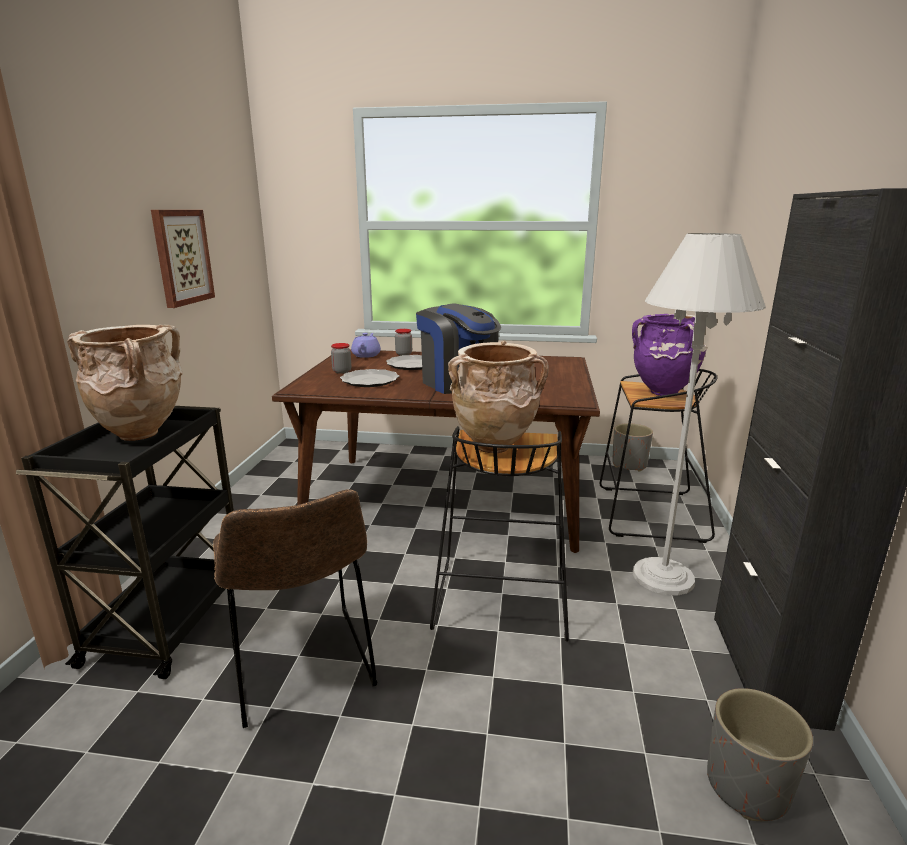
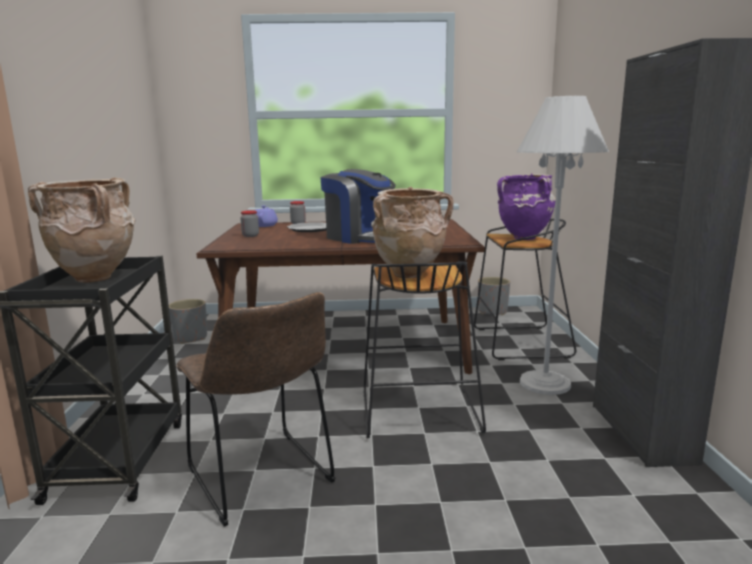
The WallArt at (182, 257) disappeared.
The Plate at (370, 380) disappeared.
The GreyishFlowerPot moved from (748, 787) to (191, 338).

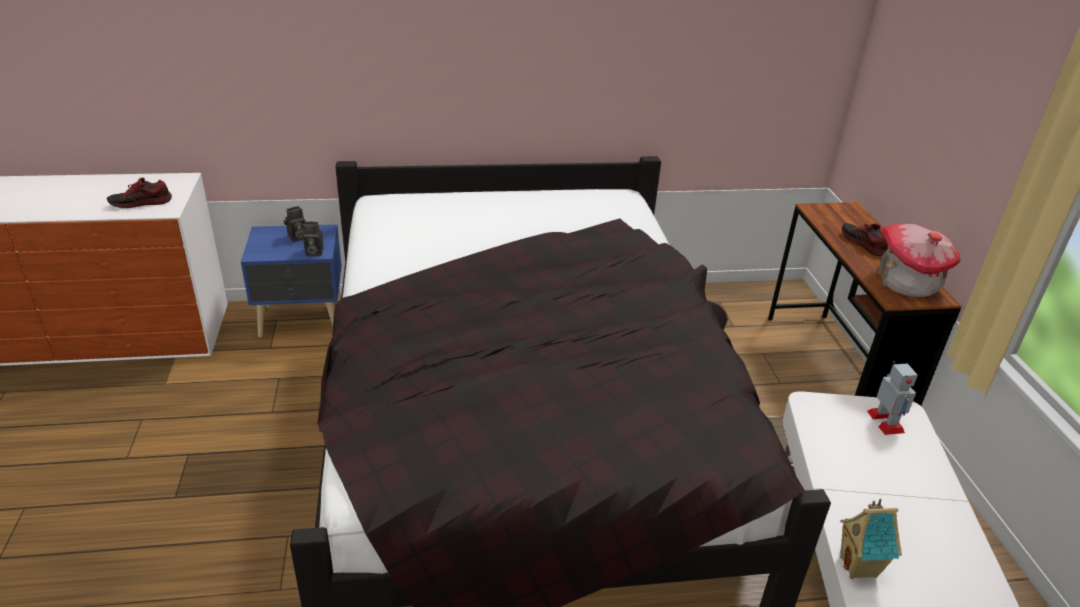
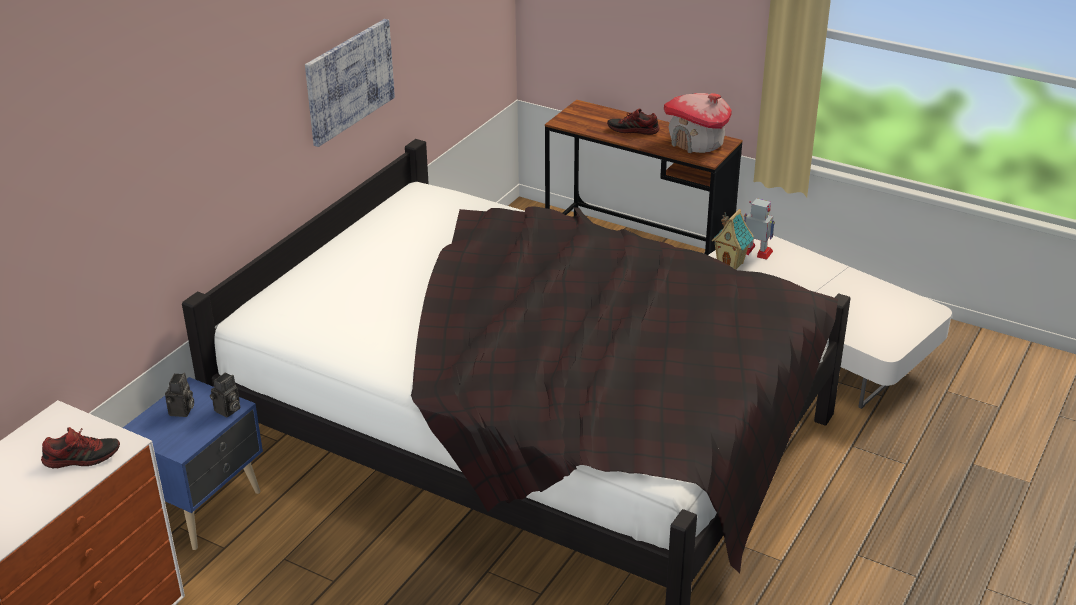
The WallArt at (349, 81) appeared.
The ToyHouse moved from (859, 567) to (731, 264).
The LowShoe at (141, 203) turned 120 degrees counterclockwise.

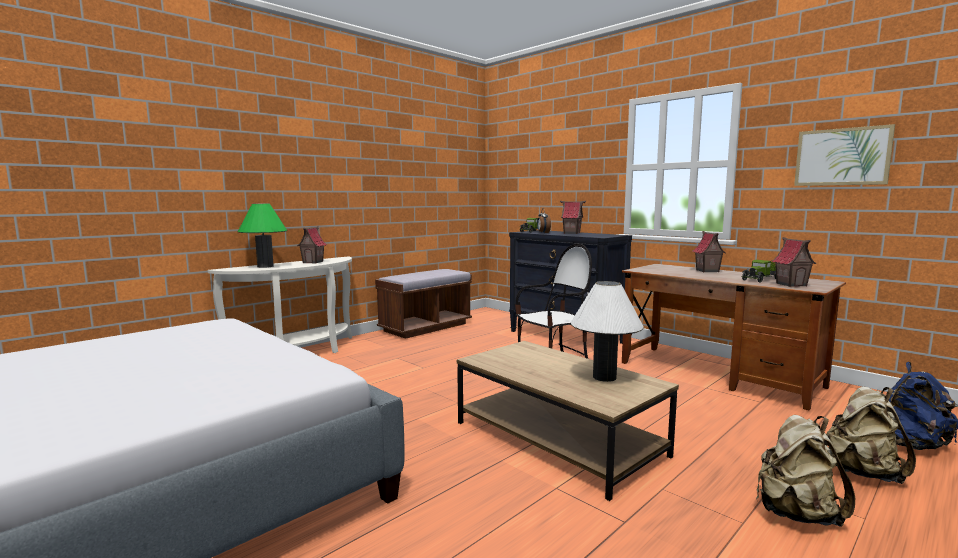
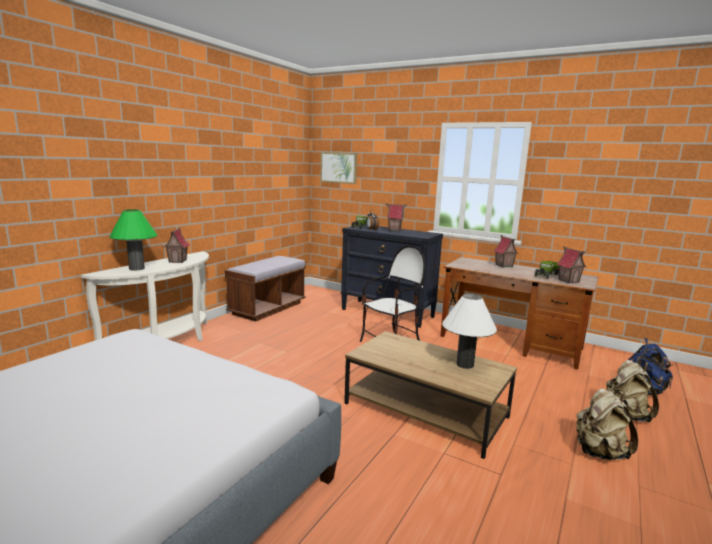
The WallArt moved from (842, 157) to (338, 167).

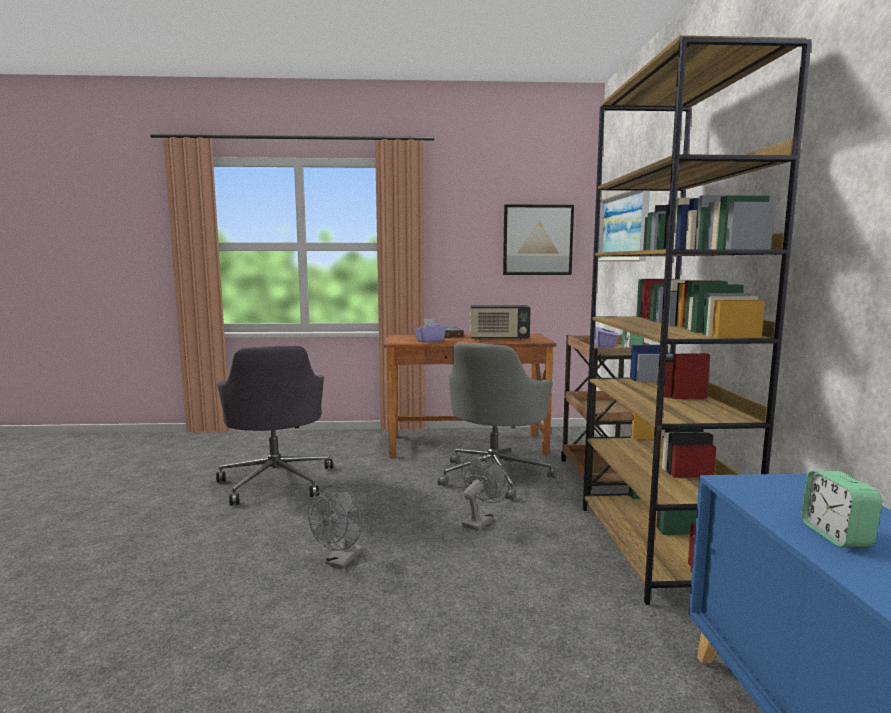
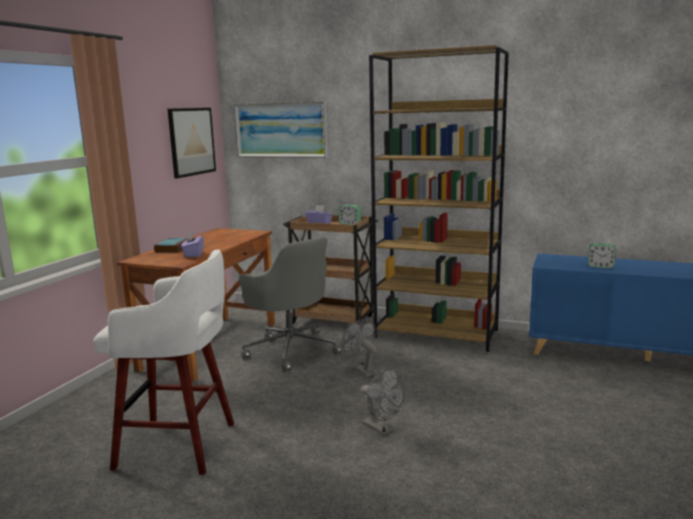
The Radio at (499, 339) disappeared.
The GreyishOfficeChair at (276, 481) was replaced by the WhiteStool at (180, 446).

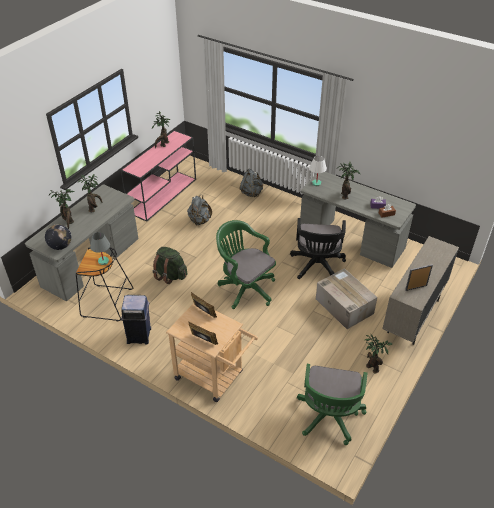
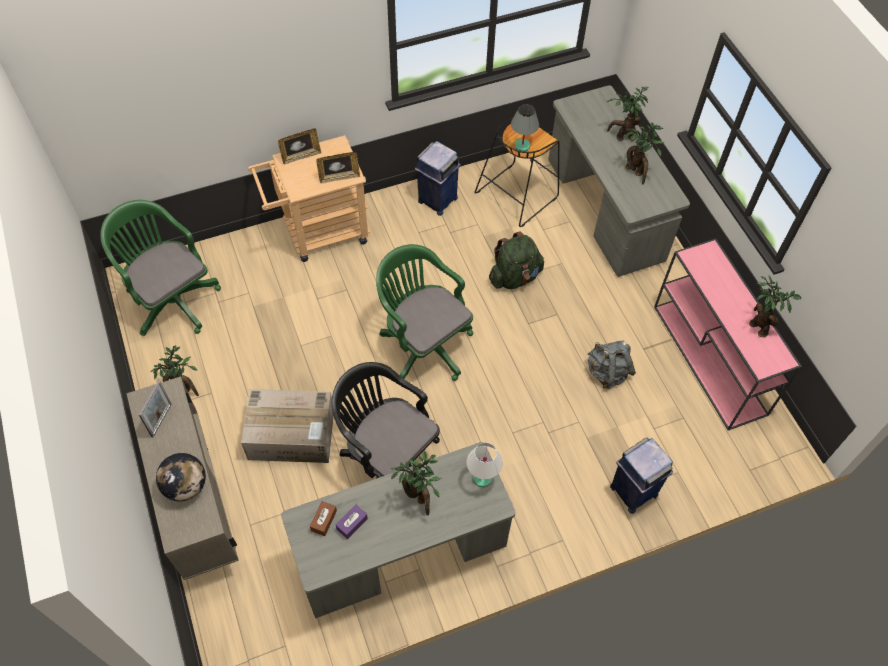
The WorldGlobe moved from (60, 246) to (186, 486).
The GreyishKnapsack at (251, 192) was replaced by the BlueColouredRubbishBin at (632, 491).
The GreenColouredOfficeChair at (245, 288) turned 120 degrees counterclockwise.

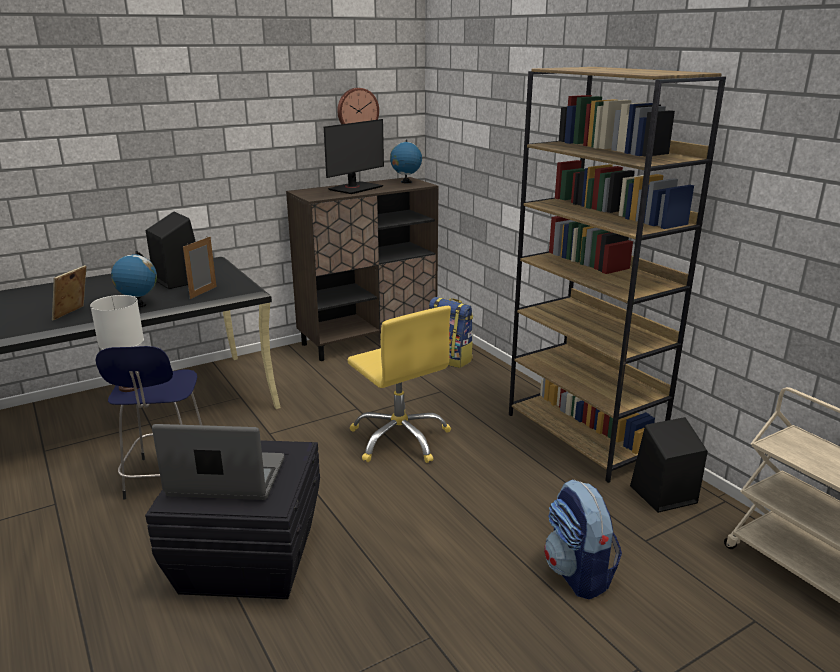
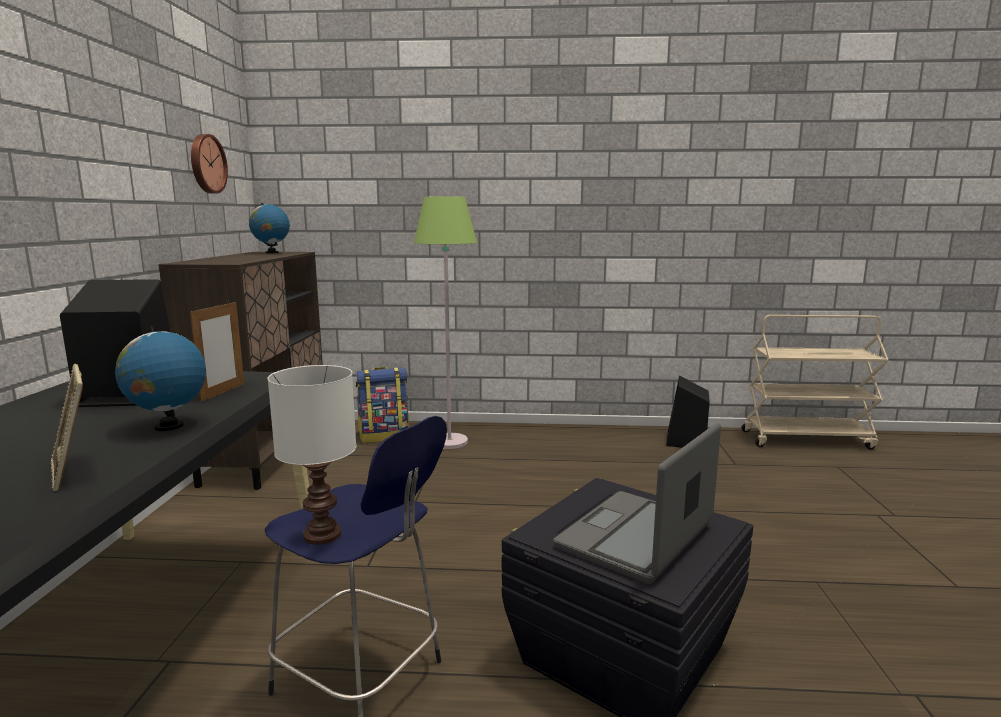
The ComputerScreen at (355, 188) disappeared.
The YellowOfficeChair at (400, 438) disappeared.
The BrownishShelvingUnit at (583, 436) disappeared.
The Knapsack at (578, 574) disappeared.
The GreenColouredStandingLamp at (449, 442) appeared.
The StandingFrame at (203, 292) turned 135 degrees counterclockwise.

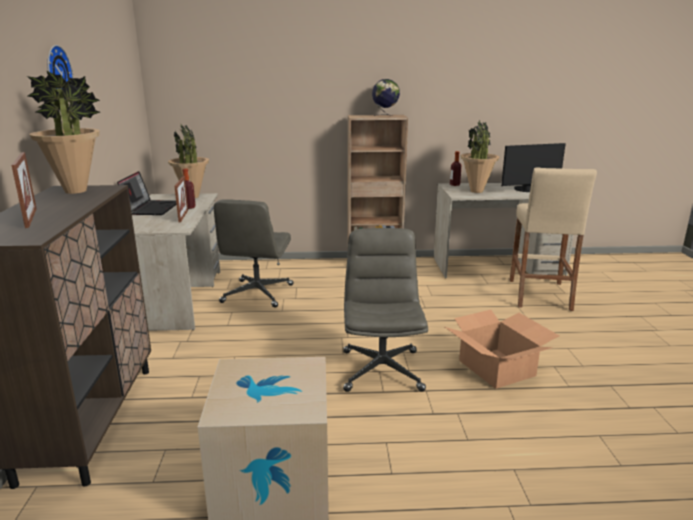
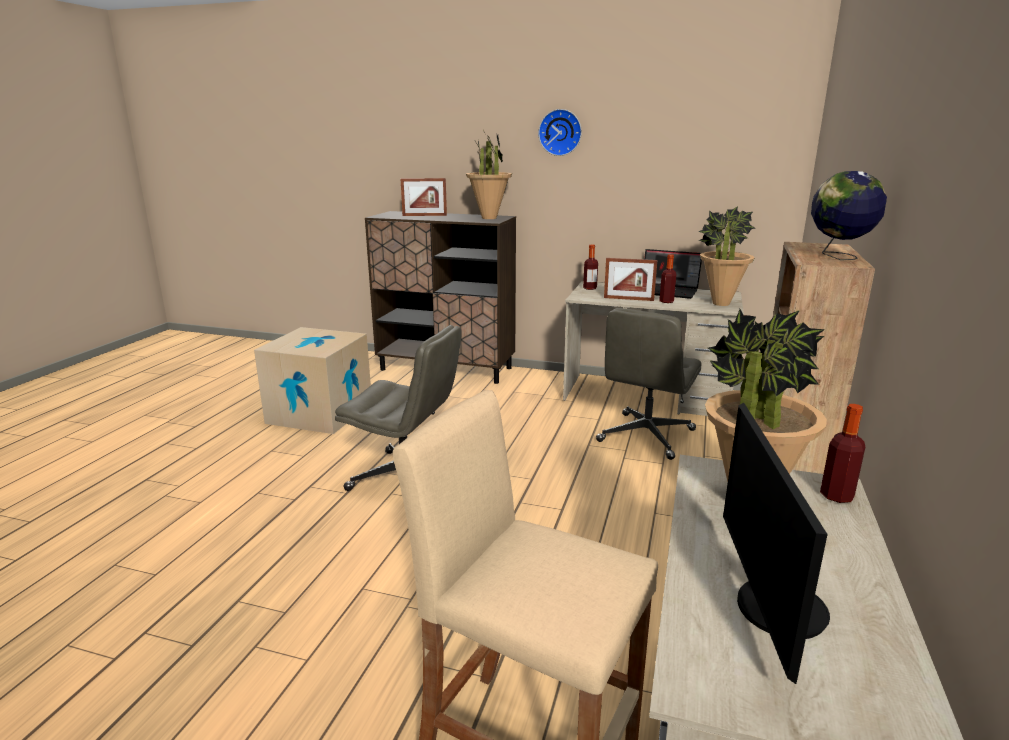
The PackingBox at (497, 368) disappeared.
The DrinkBottle at (590, 288) appeared.
The GreyishOfficeChair at (257, 294) turned 90 degrees counterclockwise.

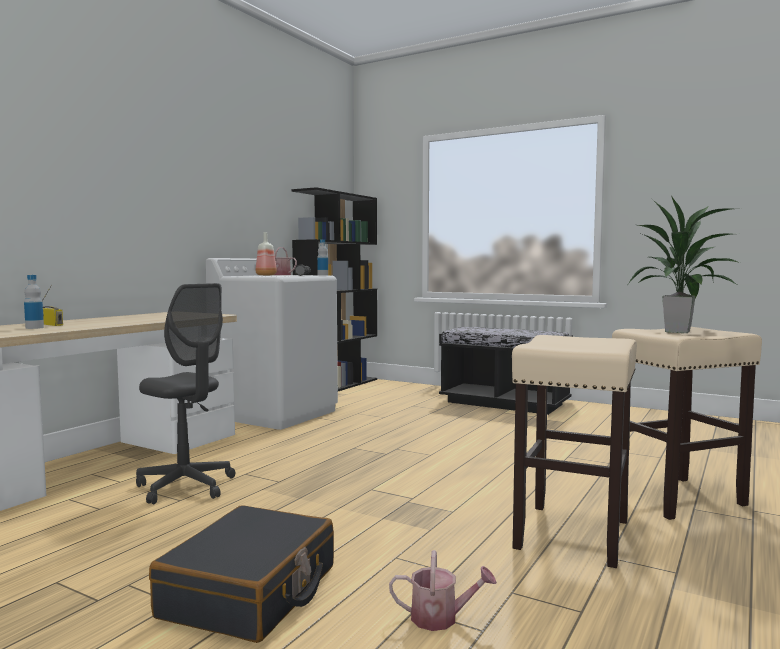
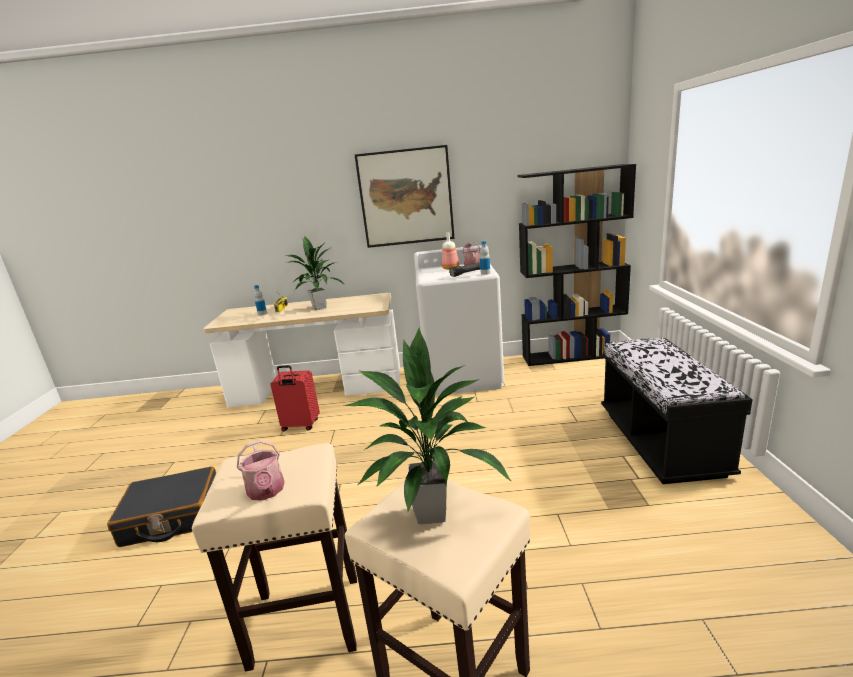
The Houseplant at (319, 308) appeared.
The WallArt at (406, 197) appeared.
The SprinklingCan moved from (441, 618) to (266, 492).
The GreyishOfficeChair at (186, 487) was replaced by the RedColouredPieceOfLuggage at (300, 426).

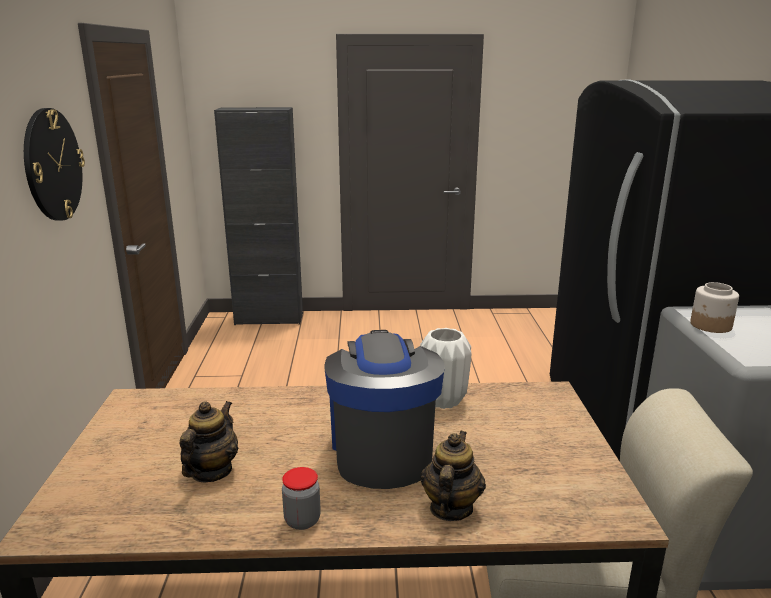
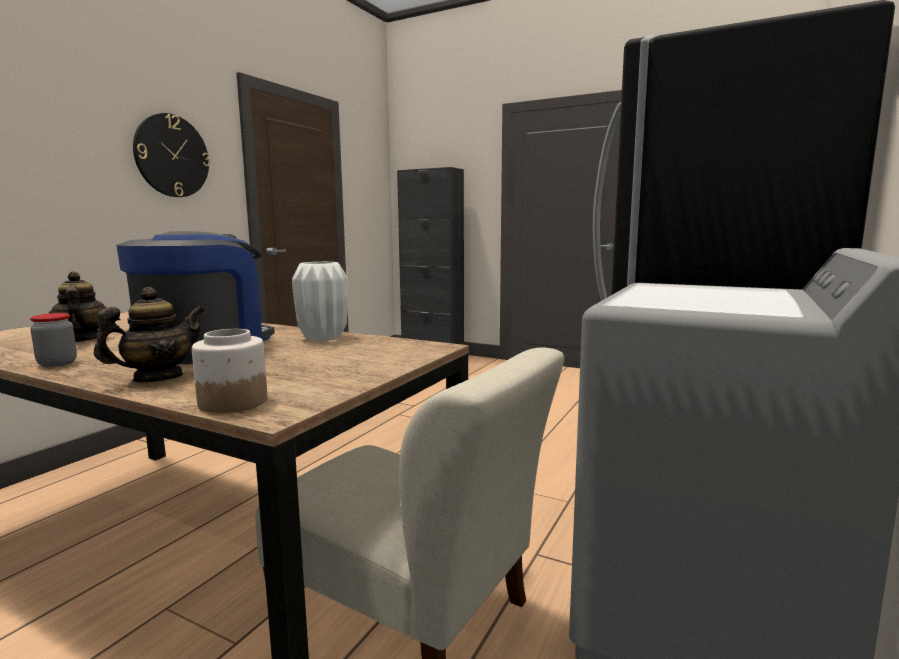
The Jar moved from (711, 325) to (232, 402).
The TeaPot at (211, 471) turned 75 degrees counterclockwise.

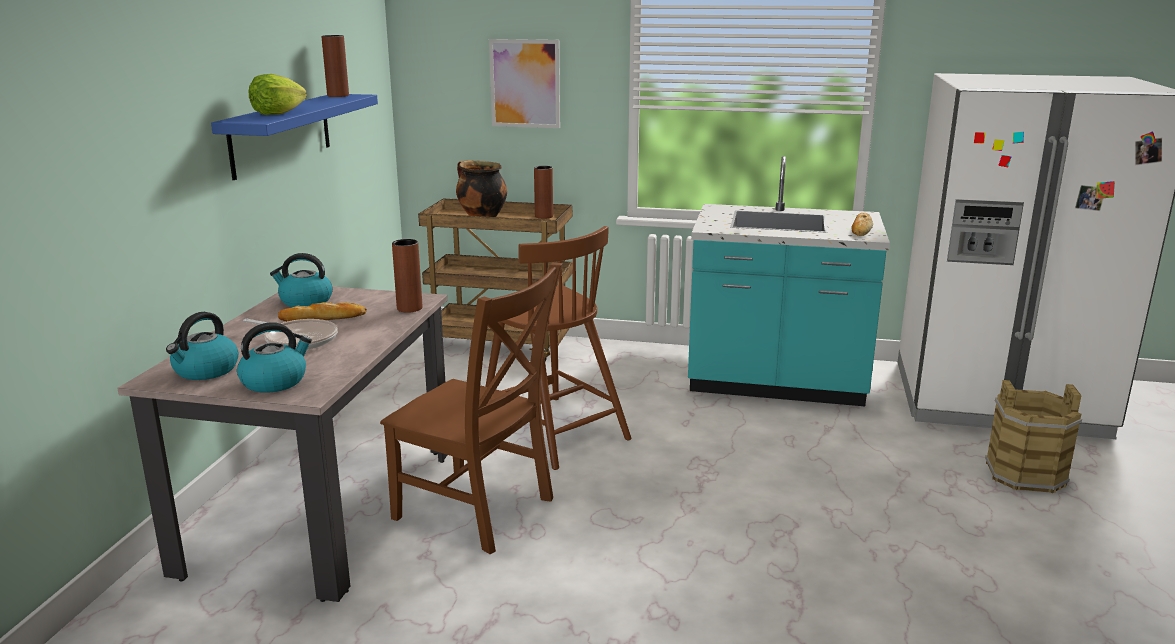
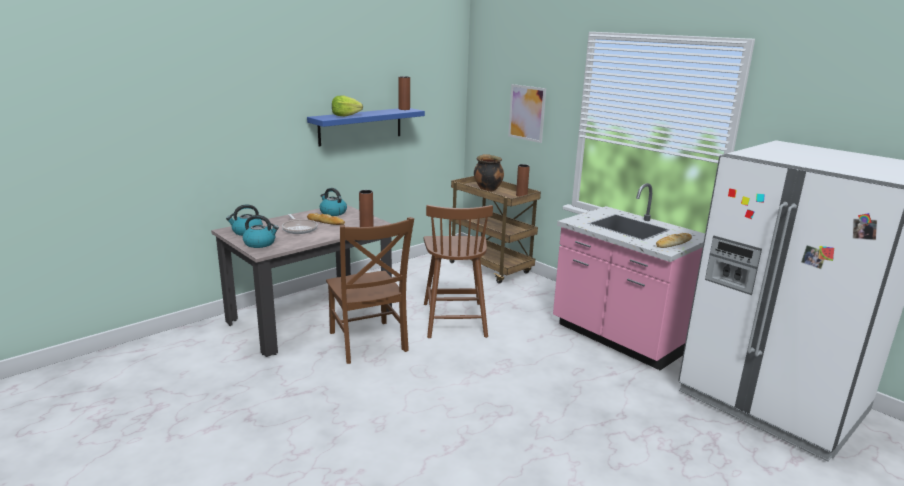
The BrownishPail at (1024, 474) disappeared.
The TurquoiseKitchenCounter at (776, 385) became the PinkishKitchenCounter at (619, 338).

